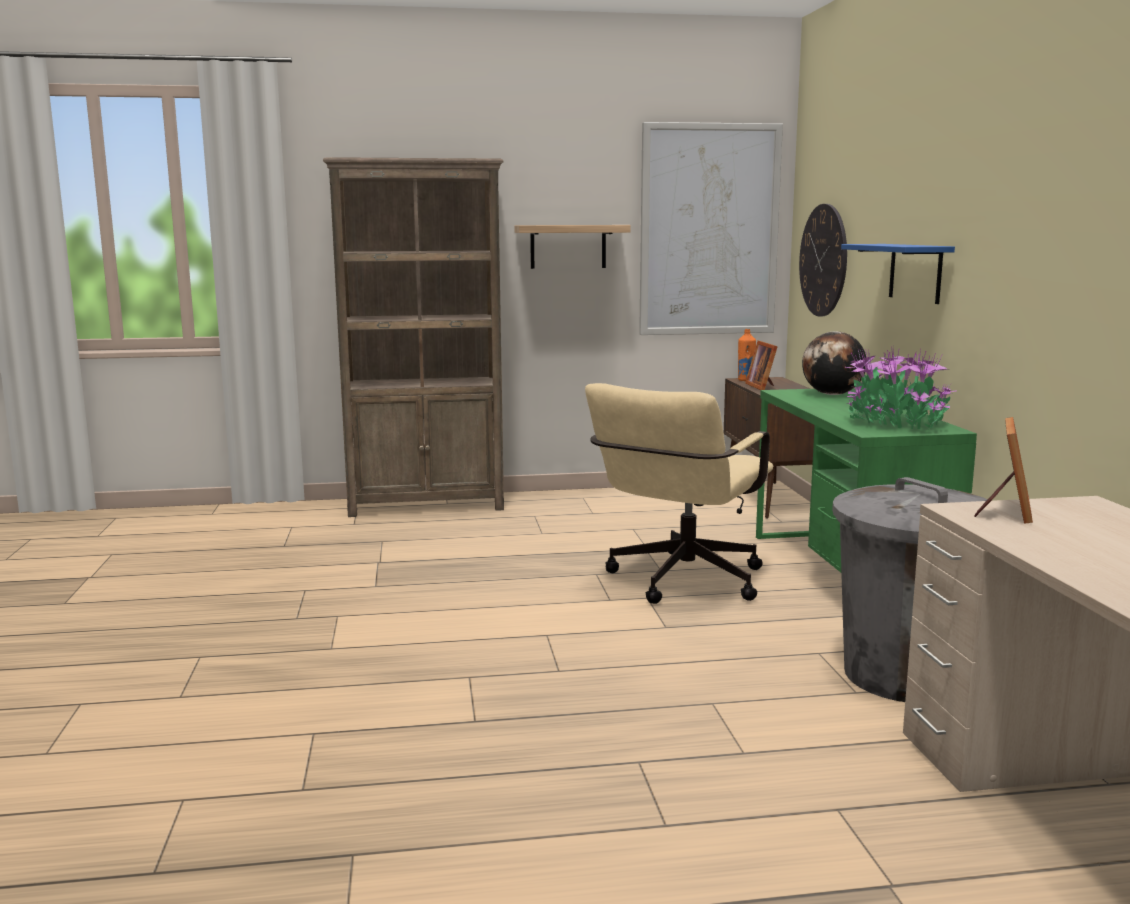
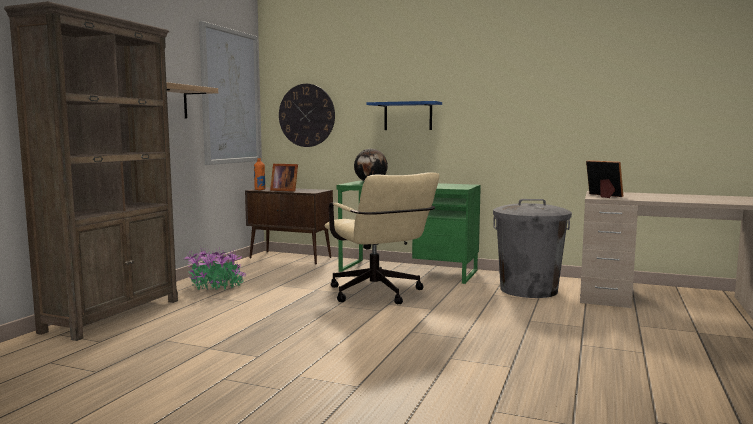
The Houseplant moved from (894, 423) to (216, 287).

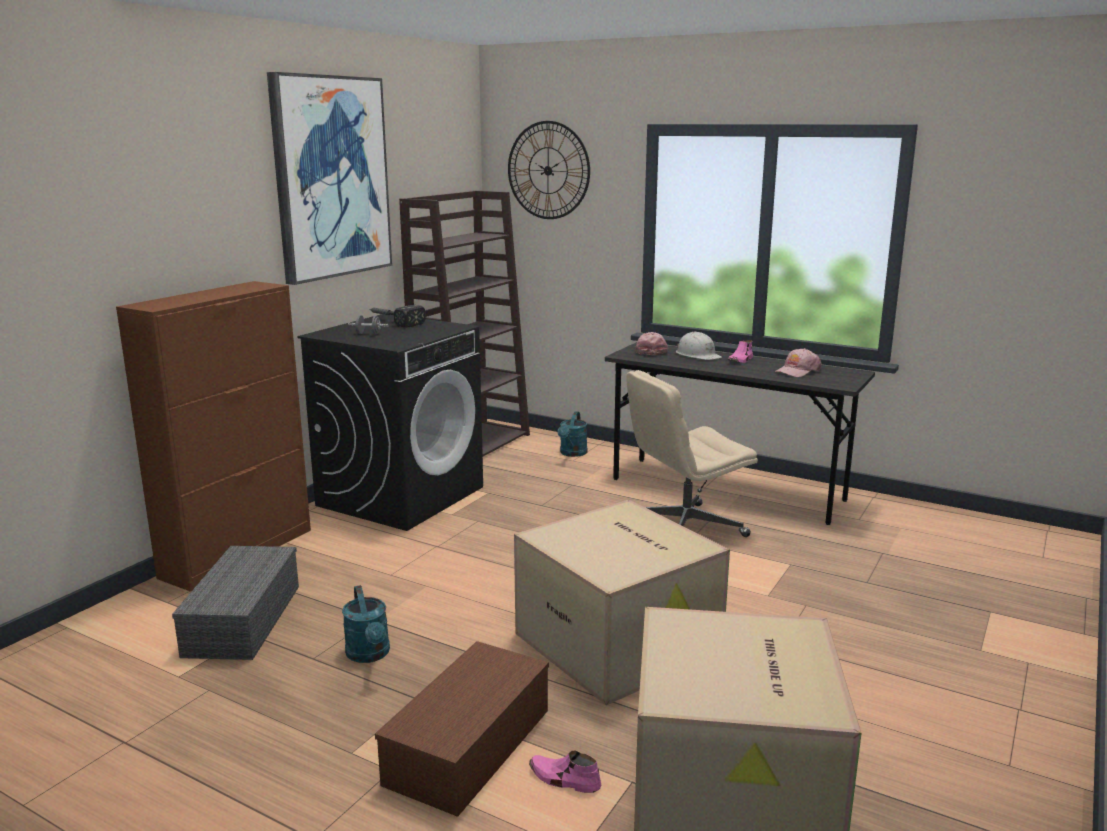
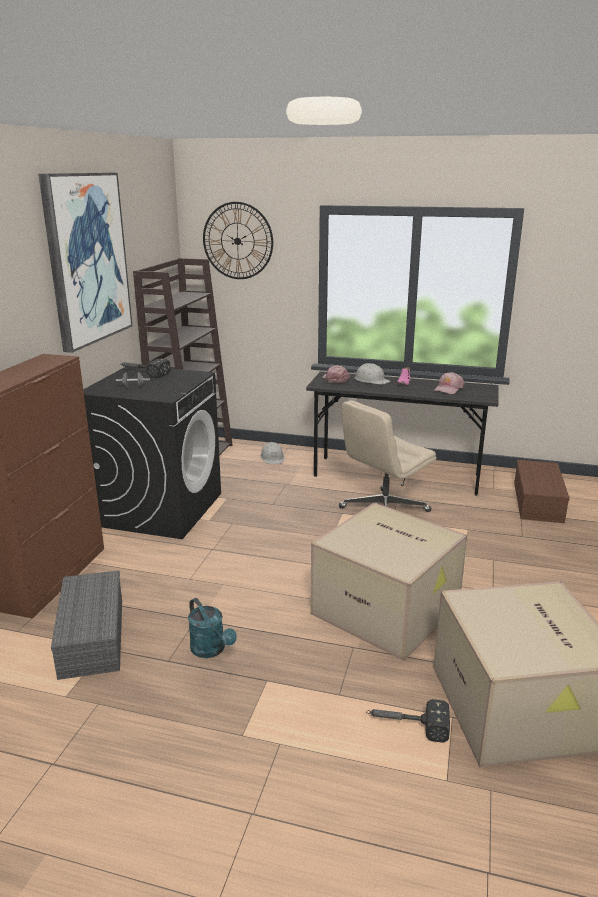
The BrownishStorageContainer moved from (469, 748) to (539, 502).
The PinkishLowShoe at (564, 779) was replaced by the HandHammer at (406, 725).
The TurquoiseSprinklingCan at (572, 453) was replaced by the WhiteSafetyHelmet at (272, 458).

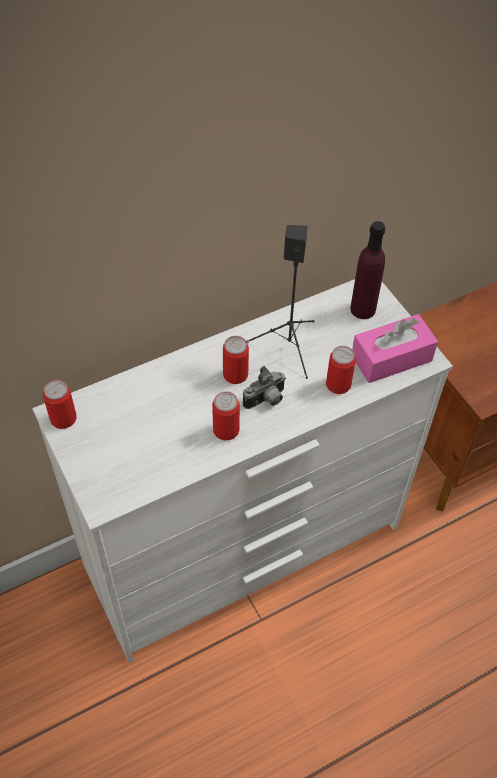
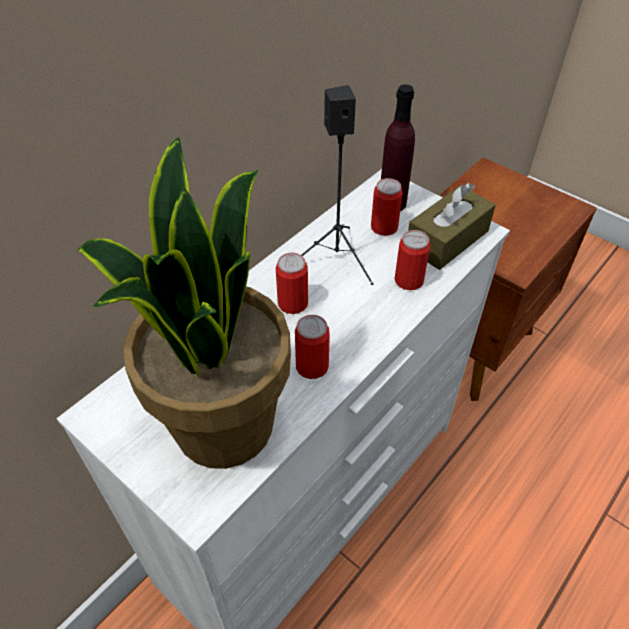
The PhotoCamera at (266, 400) disappeared.
The Houseplant at (222, 423) appeared.
The Can moved from (63, 418) to (384, 227).
The PinkishTissueBox at (391, 358) became the BrownishTissueBox at (447, 240).

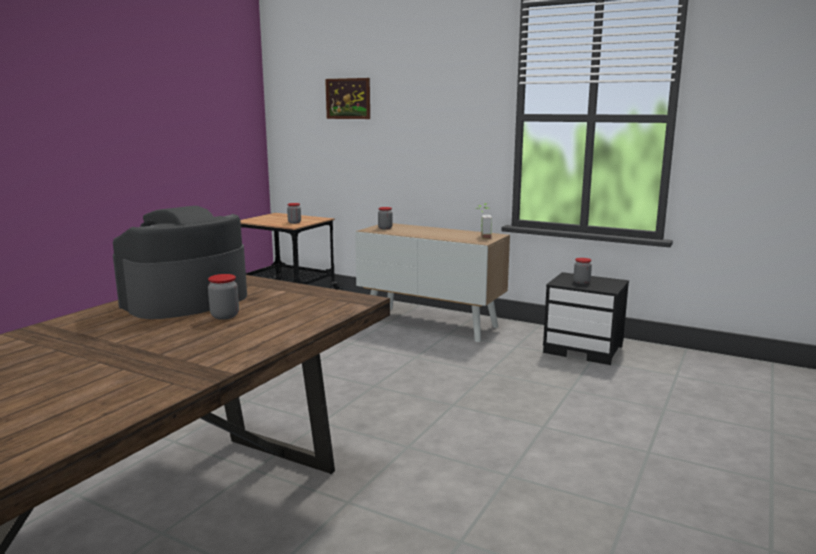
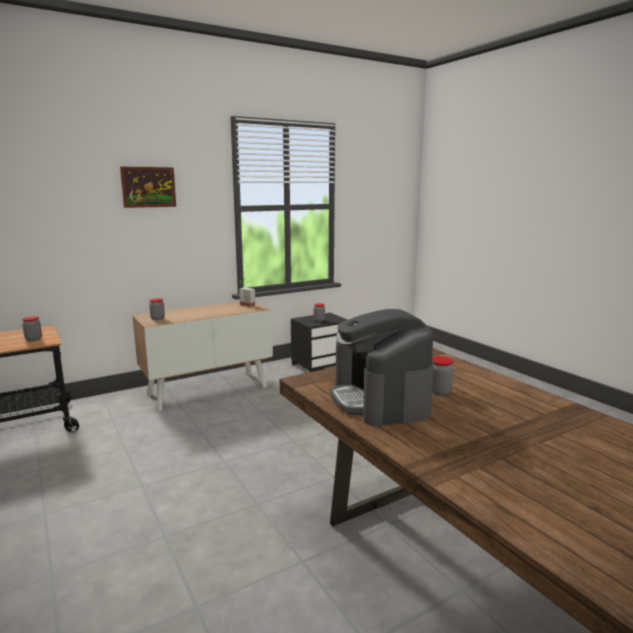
The WallArt moved from (348, 98) to (148, 187).

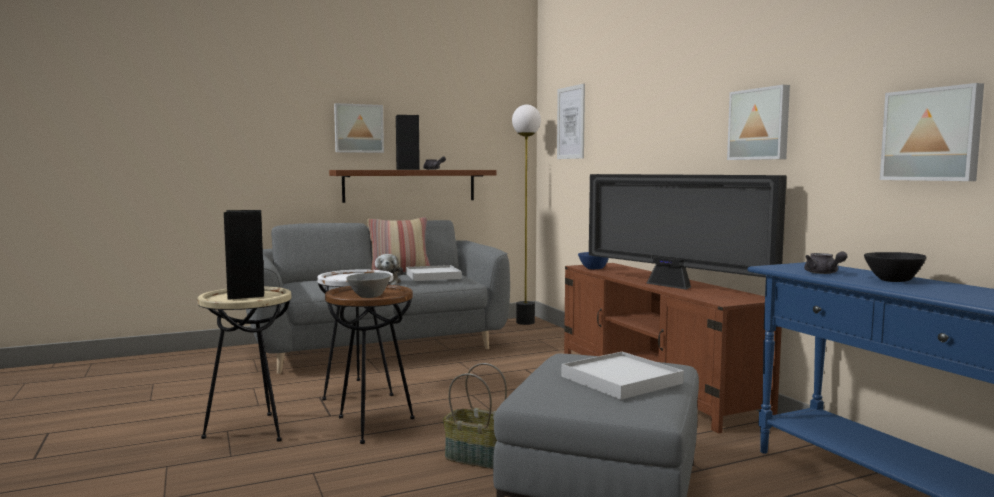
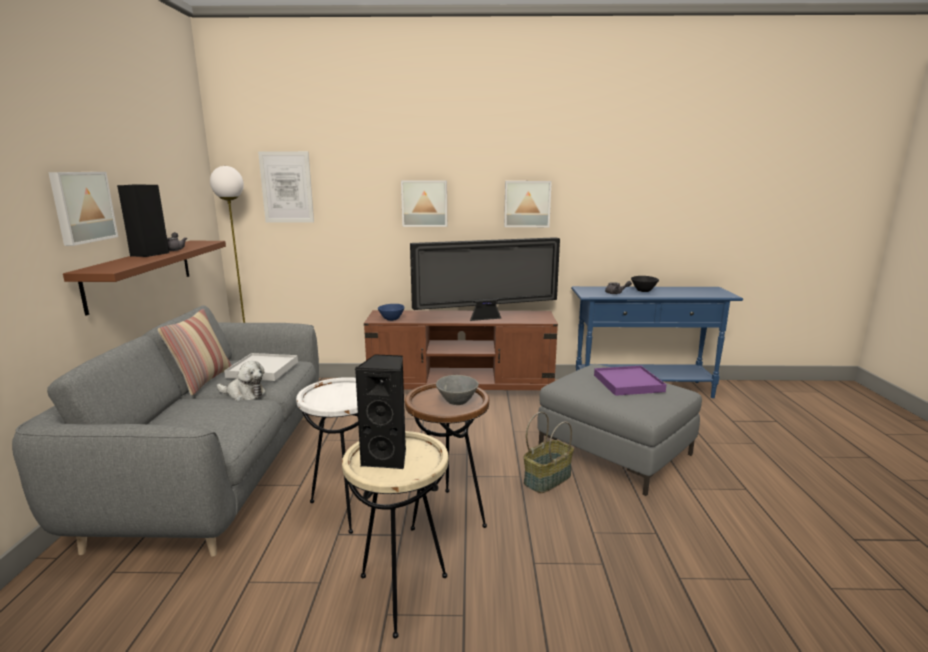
The WallArt moved from (932, 135) to (424, 203).
The WhiteCarryingTray at (621, 380) became the PurpleCarryingTray at (628, 383).

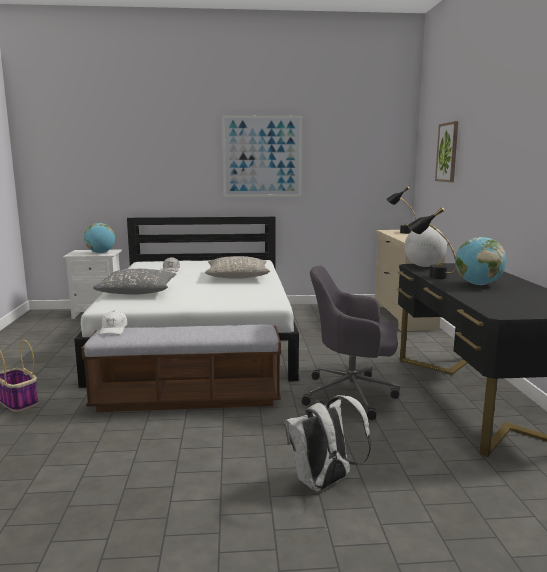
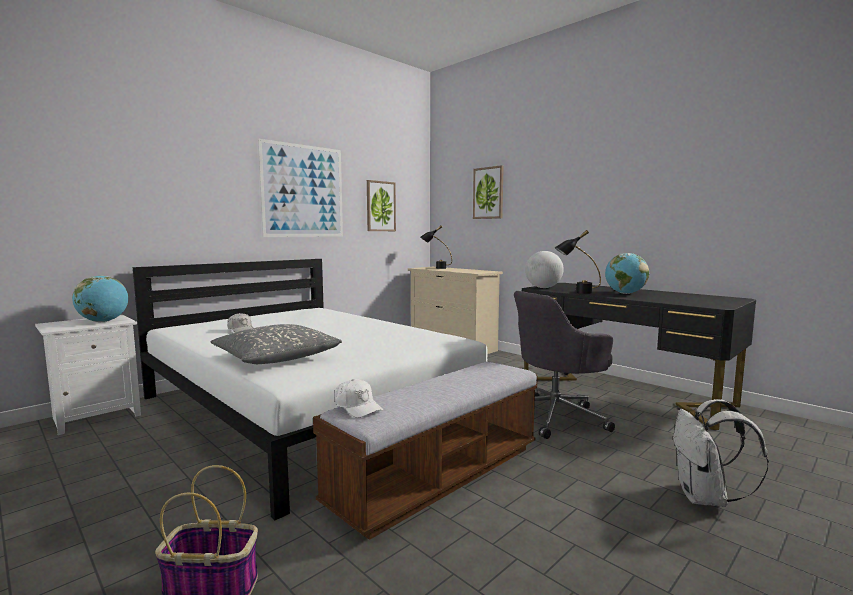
The GreyishPillow at (238, 276) disappeared.
The WallArt at (380, 206) appeared.

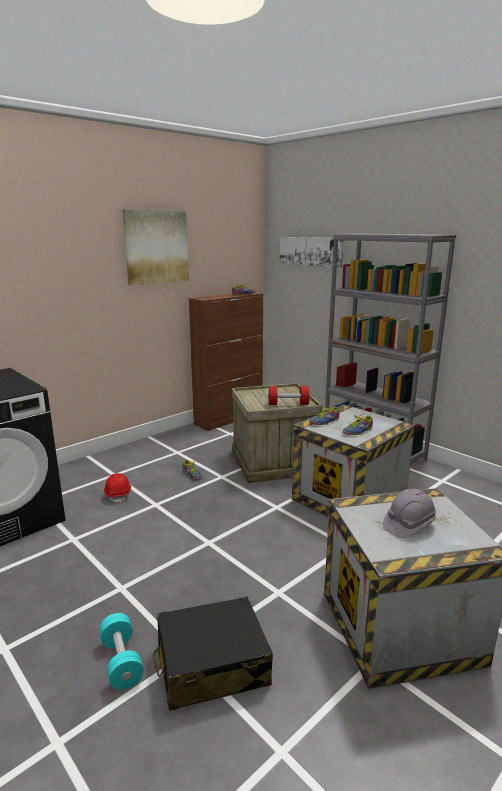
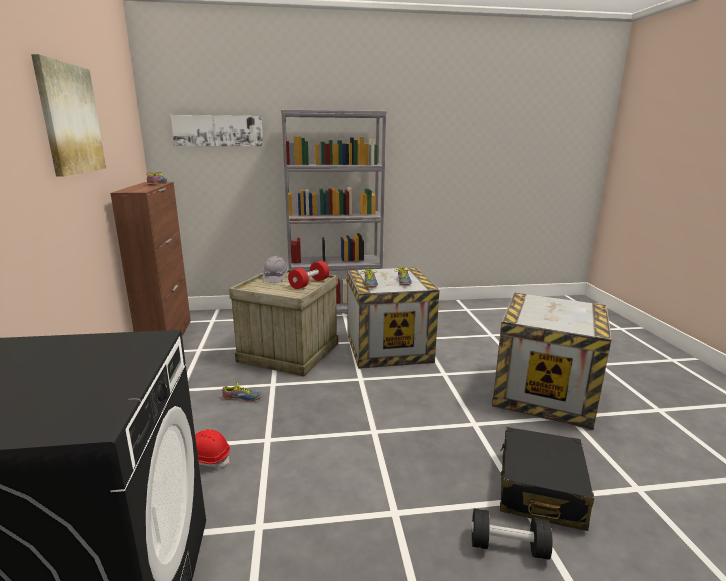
The GreyishSafetyHelmet moved from (408, 525) to (275, 278).
The TurquoiseHandWeight at (121, 661) became the BlackHandWeight at (508, 546).

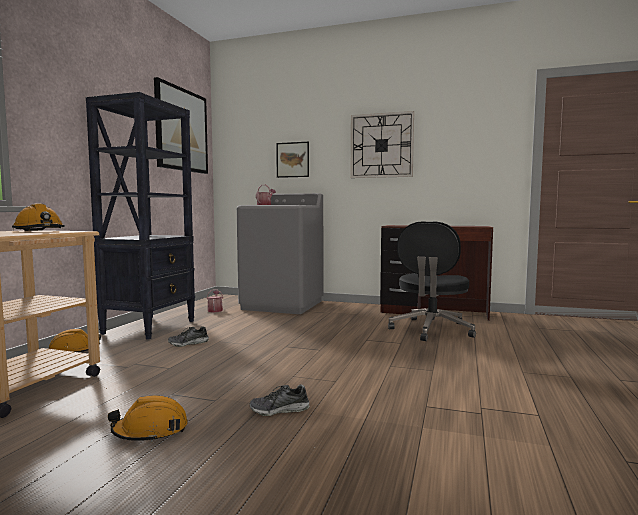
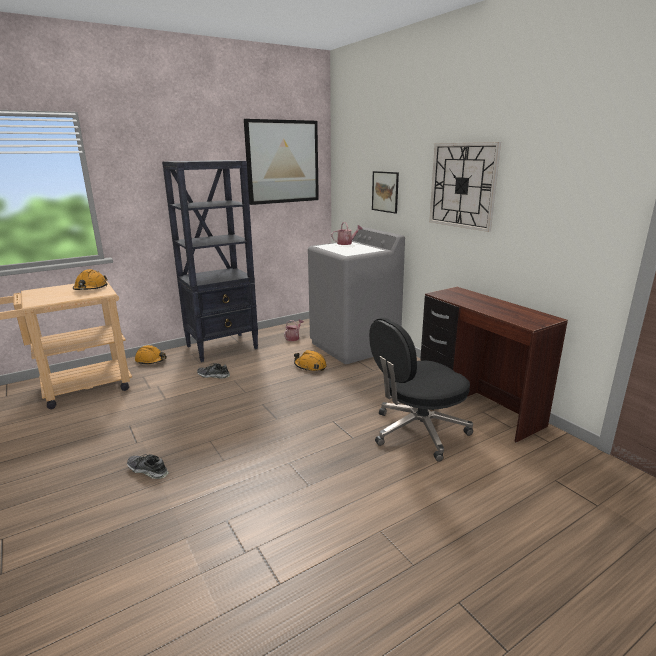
The OrangeColouredSafetyHelmet moved from (150, 431) to (310, 366).

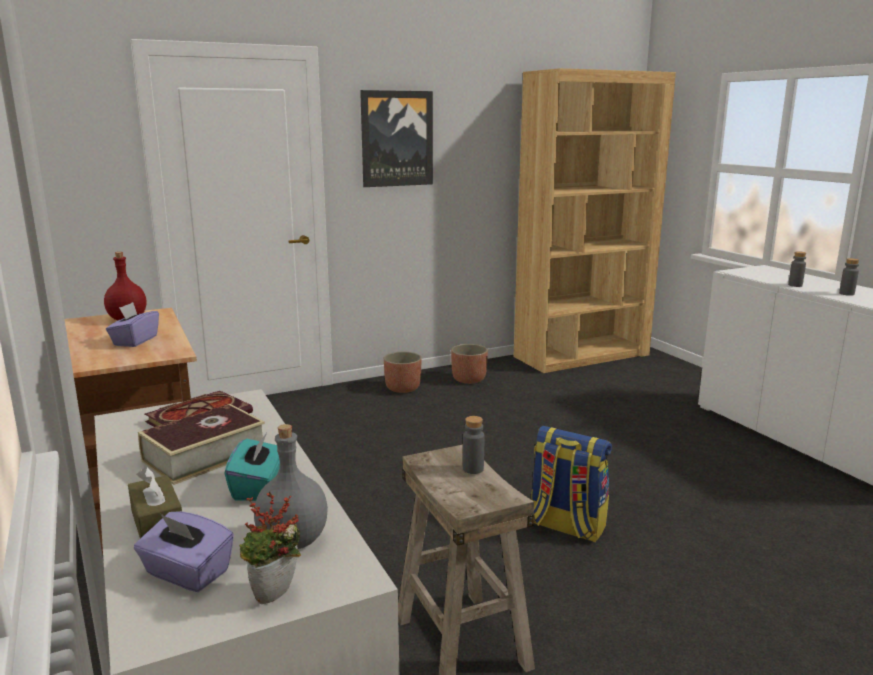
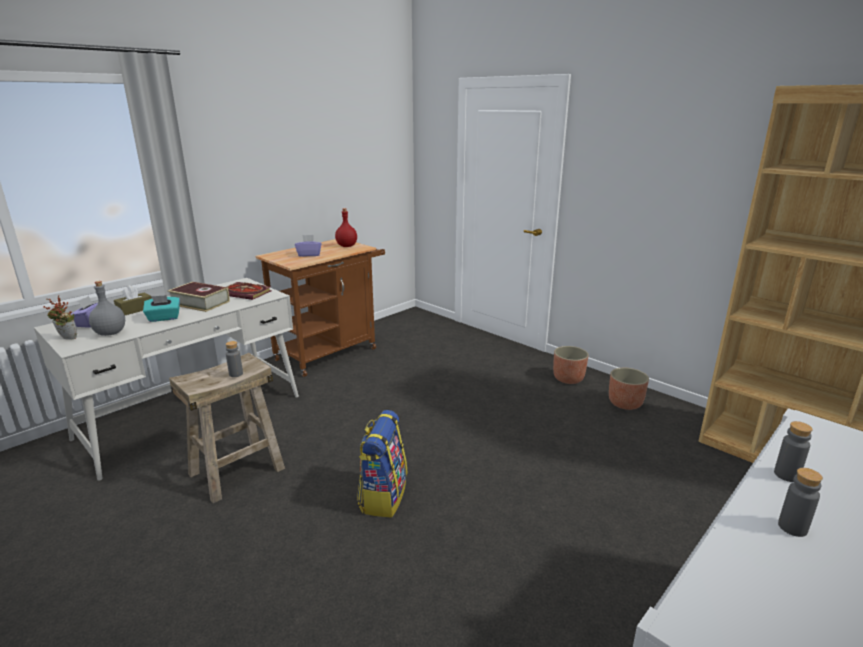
The WallArt at (396, 139) disappeared.

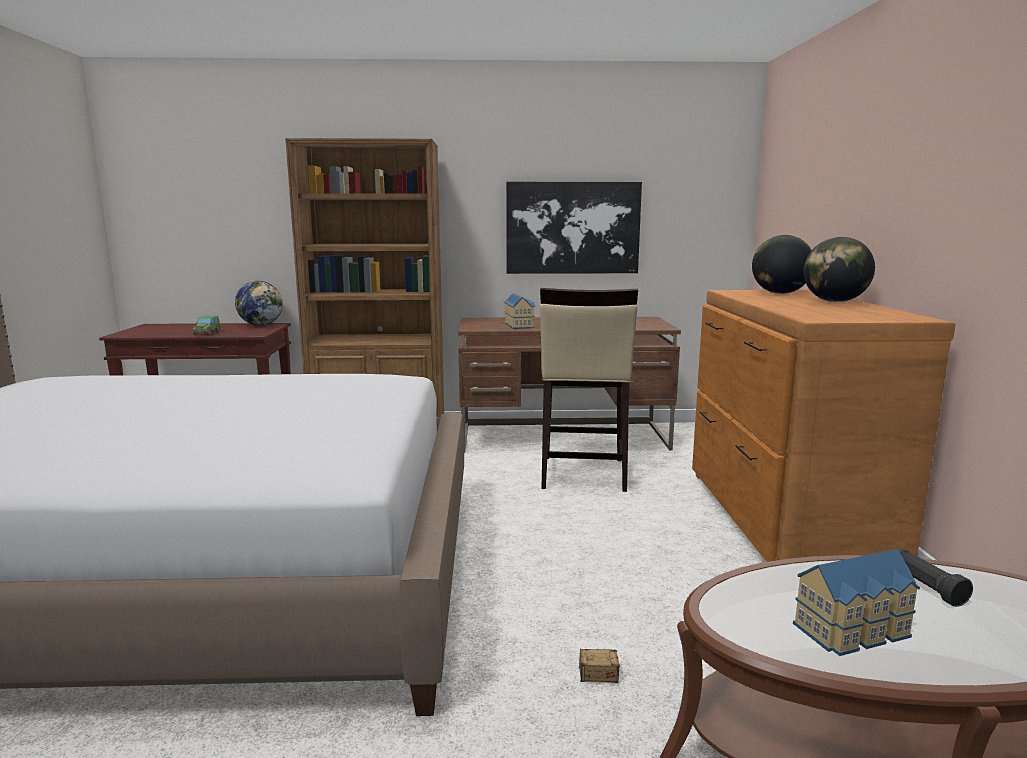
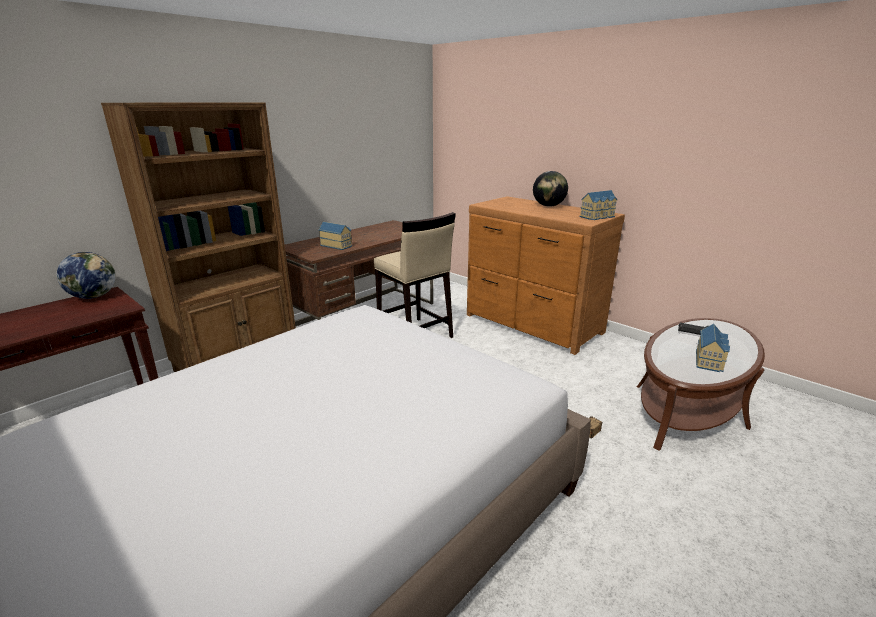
The ModelCar at (207, 333) disappeared.
The WallArt at (572, 228) disappeared.
The WorldGlobe at (780, 293) disappeared.
The ToyHouse at (598, 217) appeared.

